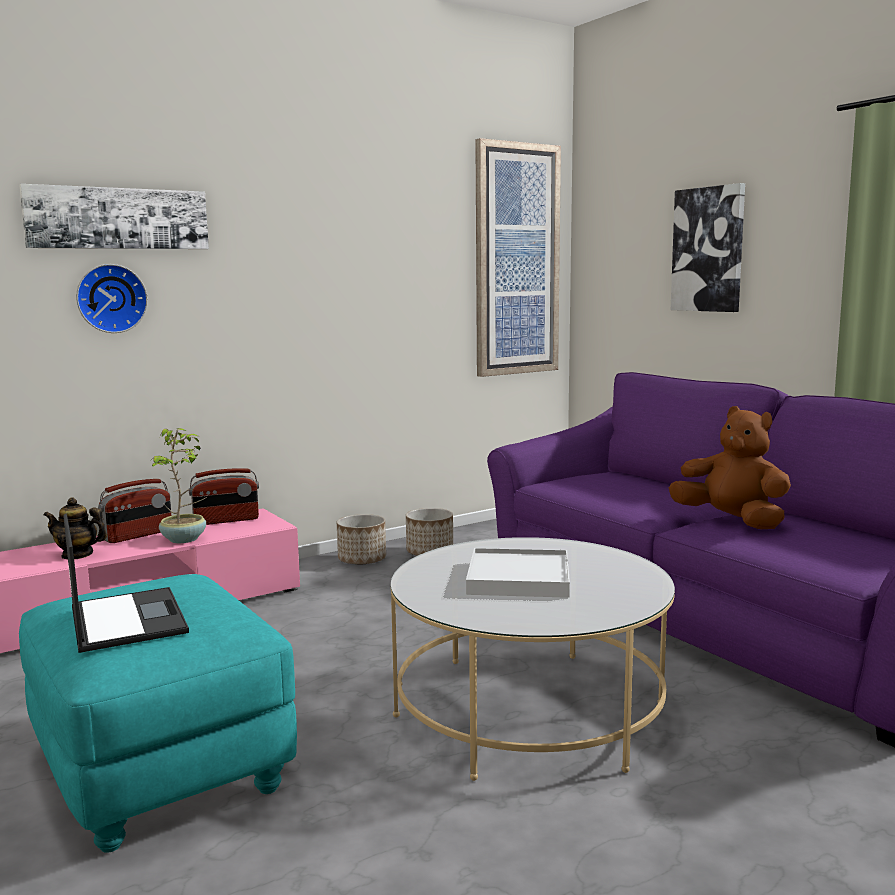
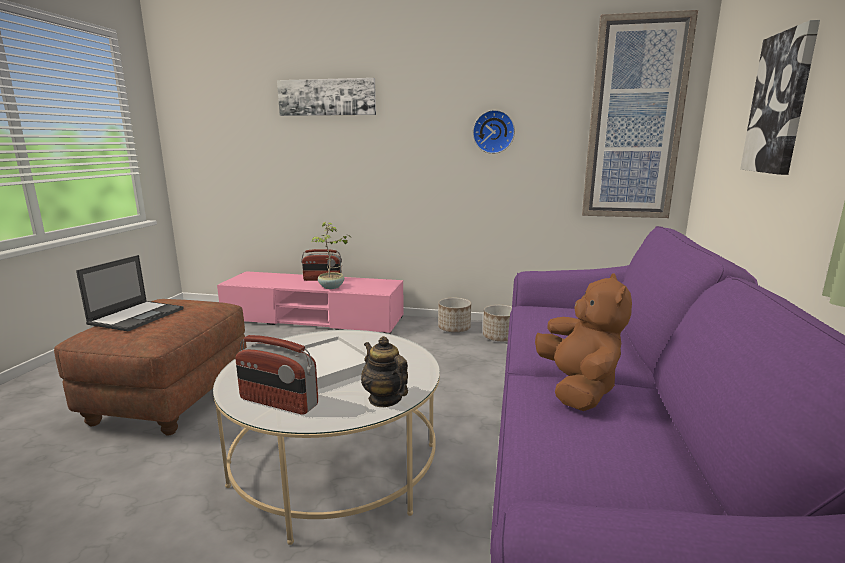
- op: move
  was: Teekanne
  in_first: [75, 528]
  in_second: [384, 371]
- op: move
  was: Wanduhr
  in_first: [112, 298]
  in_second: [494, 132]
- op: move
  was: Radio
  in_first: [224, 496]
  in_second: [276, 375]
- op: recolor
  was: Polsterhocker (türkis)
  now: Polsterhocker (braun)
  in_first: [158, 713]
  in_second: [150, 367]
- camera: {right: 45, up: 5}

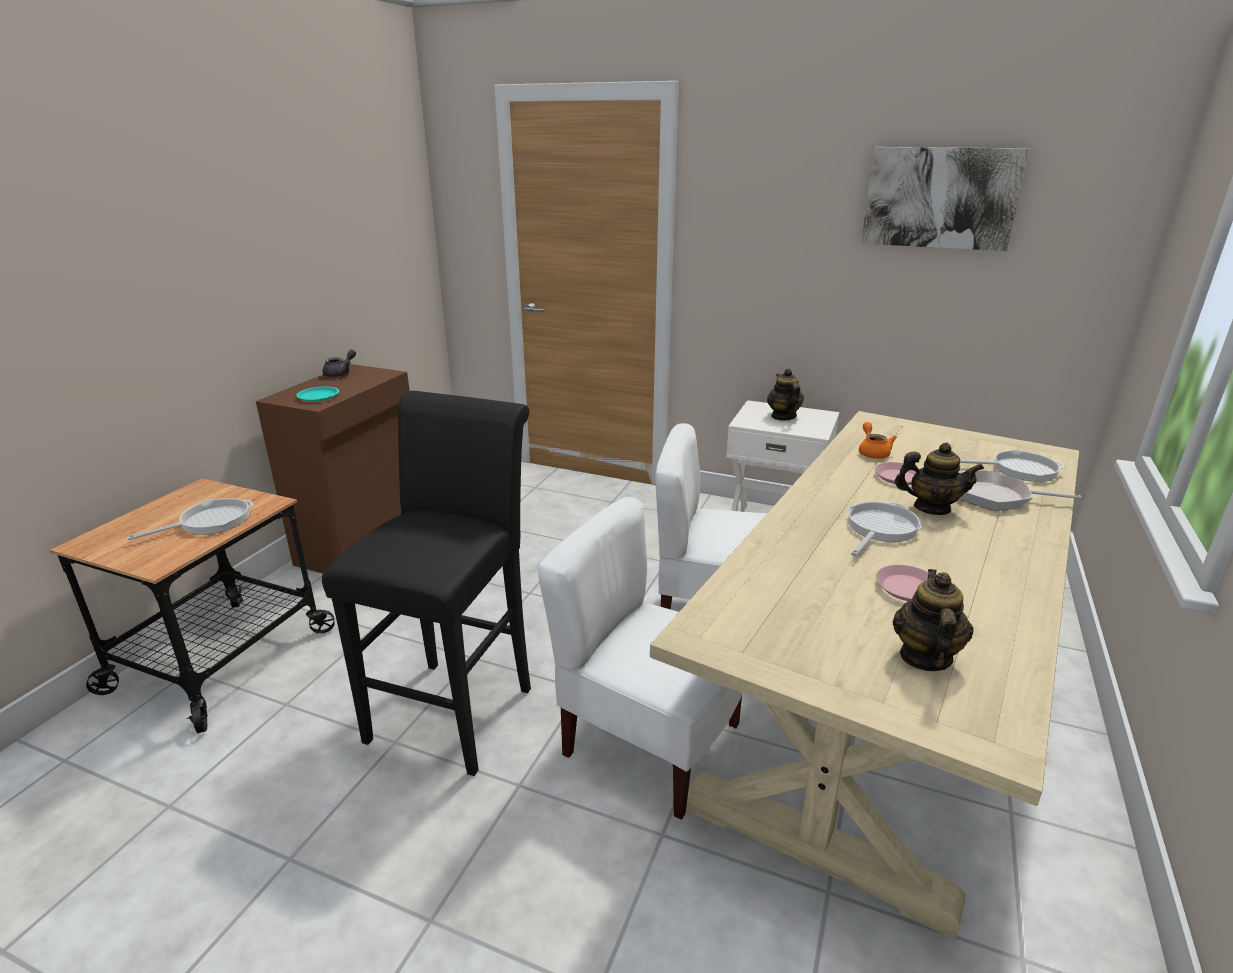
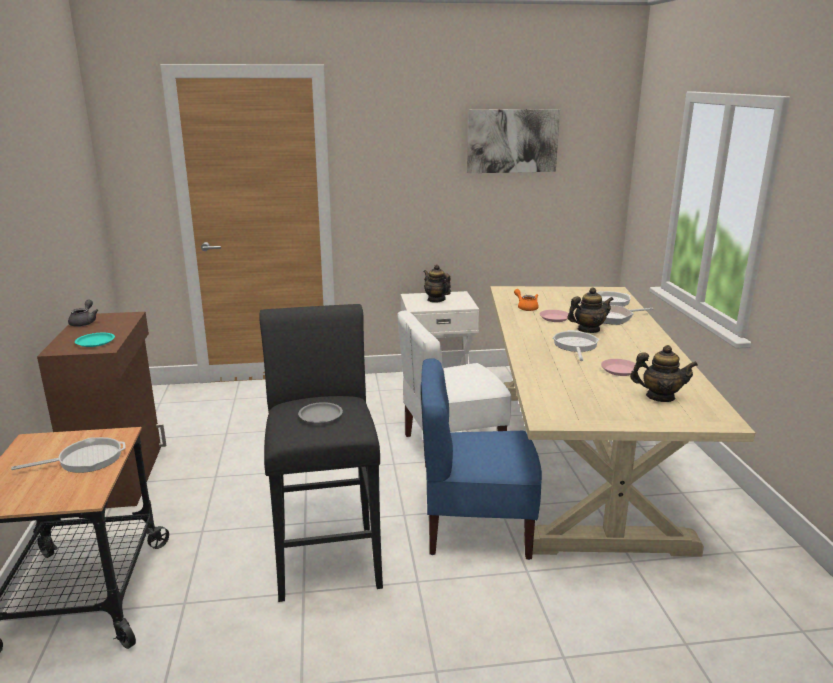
- op: insert
  now: Teller (grau)
  in_second: [320, 412]
- op: recolor
  was: Stuhl (weiß)
  now: Stuhl (blau)
  in_first: [639, 658]
  in_second: [481, 459]
- op: rotate
  was: Pfanne
  in_first: [190, 519]
  in_second: [68, 455]
  clockwise: 45
- op: rotate
  was: Teekanne
  in_first: [933, 620]
  in_second: [664, 373]
  clockwise: 120
- camera: {right: -30, up: -5}

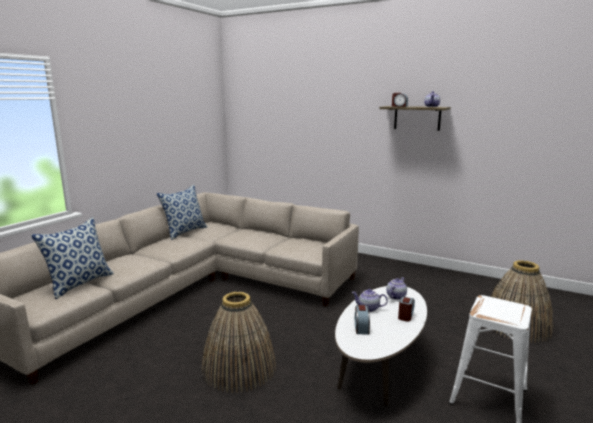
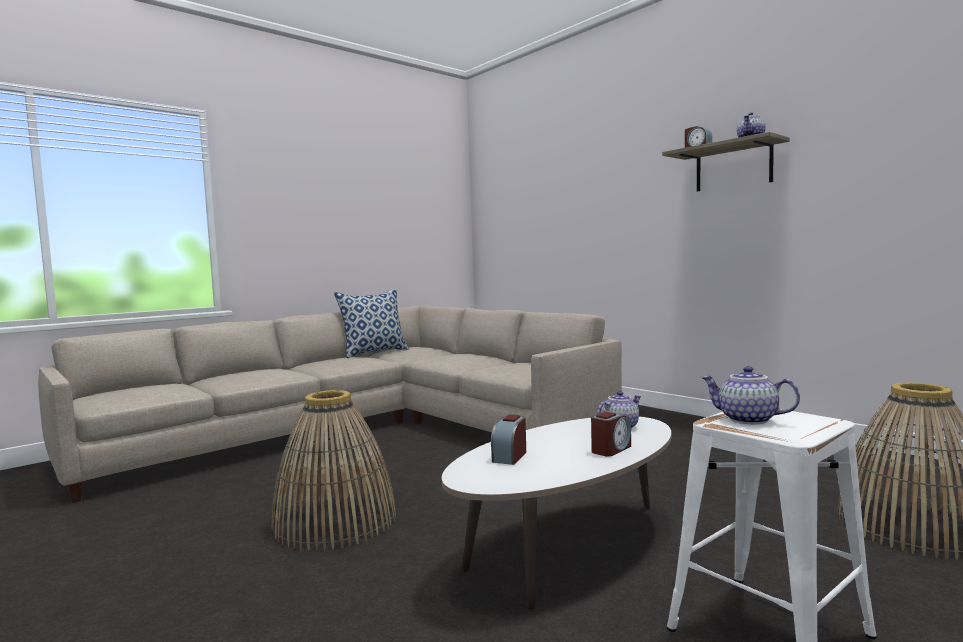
- op: delete
  was: Kissen
  in_first: [72, 258]
- op: move
  was: Teekanne
  in_first: [370, 300]
  in_second: [750, 395]
- camera: {right: 20, up: -10}

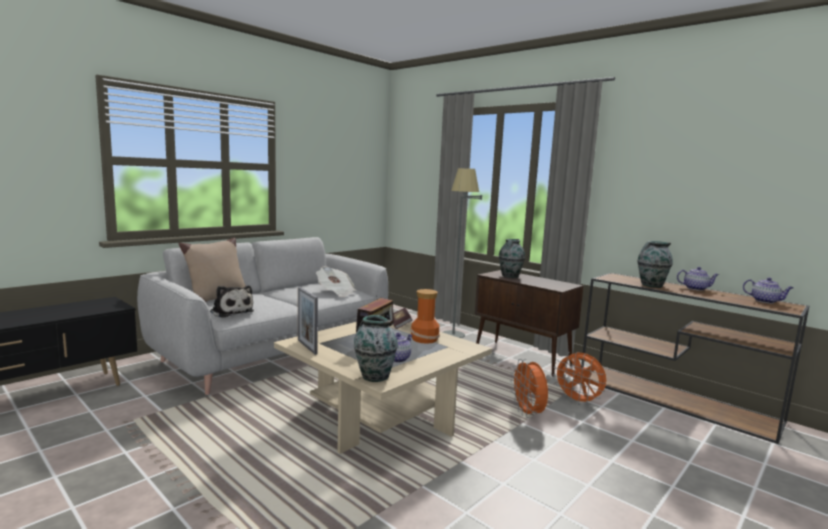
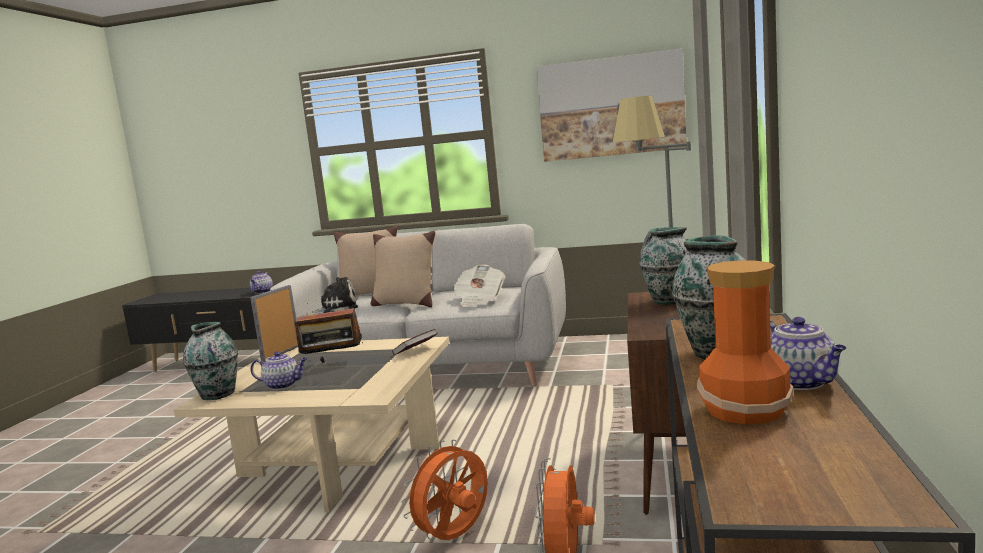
- op: insert
  now: Kissen (beige)
  in_second: [402, 269]
- op: insert
  now: Bild
  in_second: [611, 105]
- op: move
  was: Vase
  in_first: [425, 316]
  in_second: [745, 342]
- op: move
  was: Teekanne
  in_first: [768, 290]
  in_second: [261, 282]
- op: rotate
  was: Plüschtier
  in_first: [232, 301]
  in_second: [332, 295]
  clockwise: -120
- camera: {right: 60, up: 0}

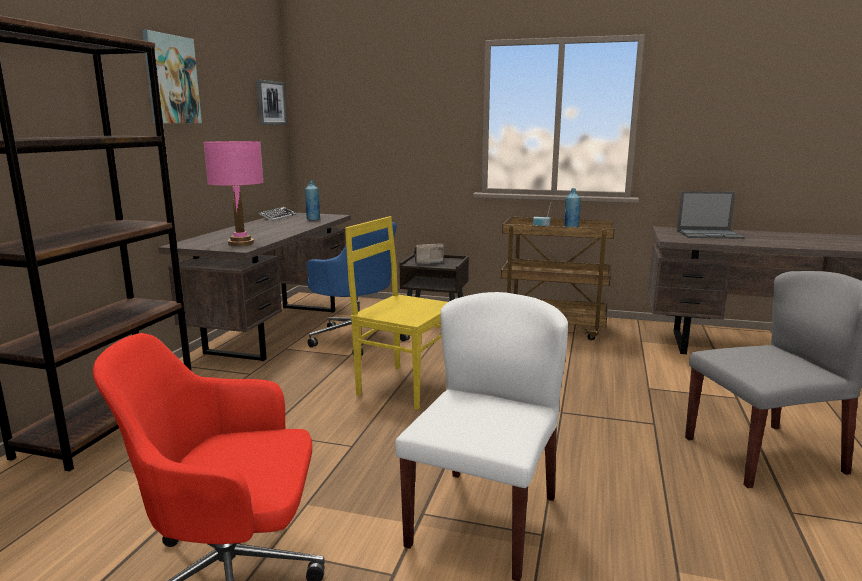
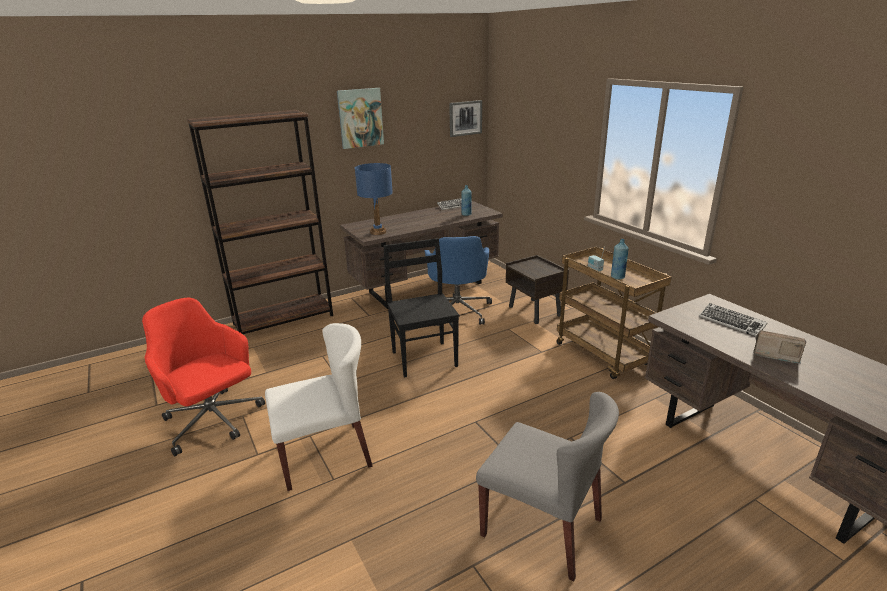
- op: move
  was: Radio
  in_first: [429, 254]
  in_second: [779, 347]
- op: replace
  was: Laptop
  now: Tastatur
  in_first: [711, 215]
  in_second: [733, 320]
- op: recolor
  was: Tischlampe (rosa)
  now: Tischlampe (blau)
  in_first: [233, 193]
  in_second: [374, 199]
- op: recolor
  was: Stuhl (gelb)
  now: Stuhl (schwarz)
  in_first: [396, 313]
  in_second: [421, 308]
- camera: {right: 45, up: 10}

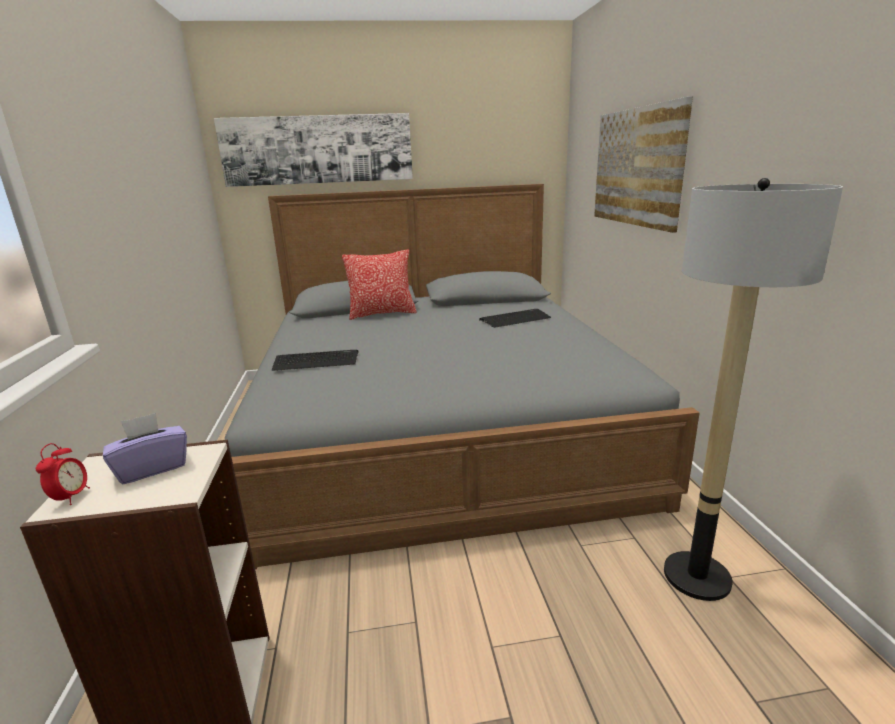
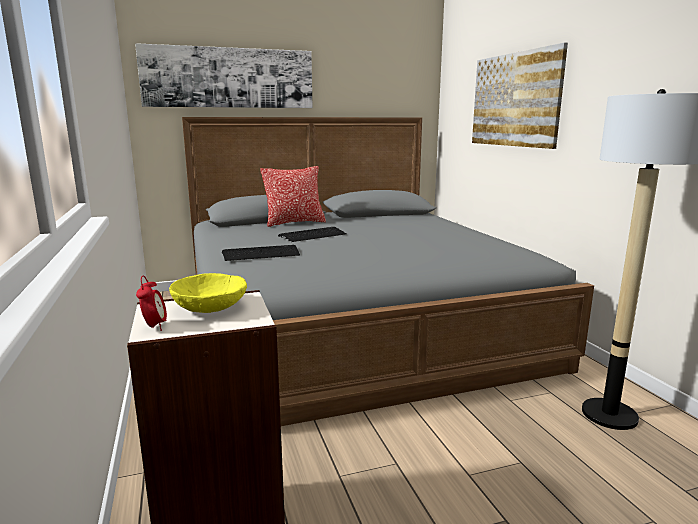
- op: move
  was: Tastatur
  in_first: [515, 318]
  in_second: [312, 234]
- op: replace
  was: Taschentuchbox (lila)
  now: Schüssel (gelb)
  in_first: [145, 448]
  in_second: [208, 293]
- camera: {right: -10, up: -5}

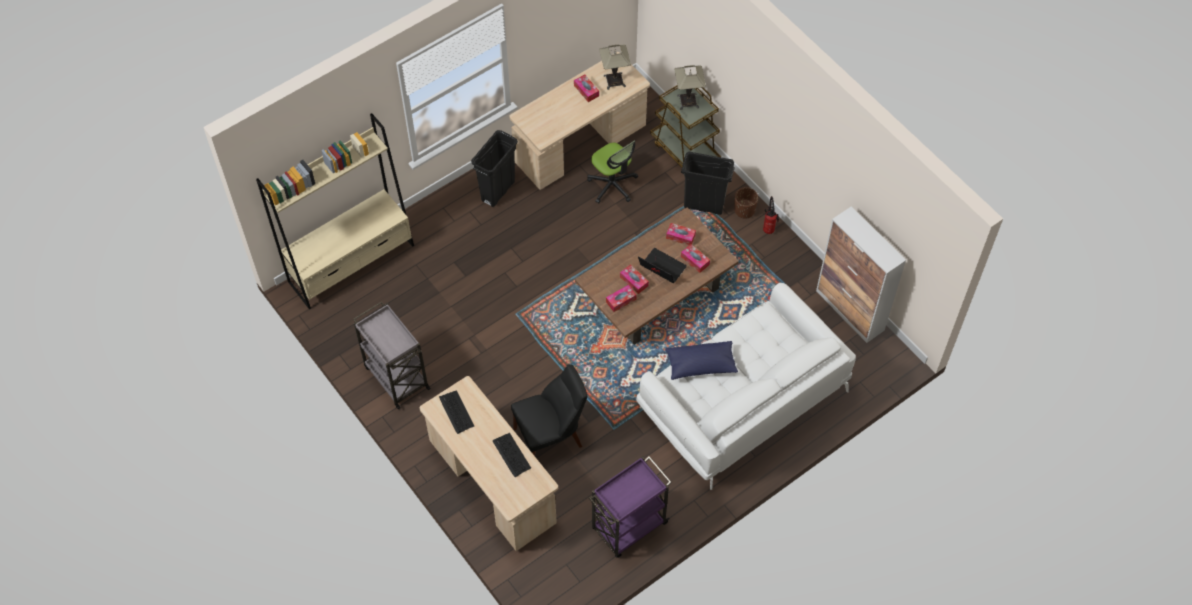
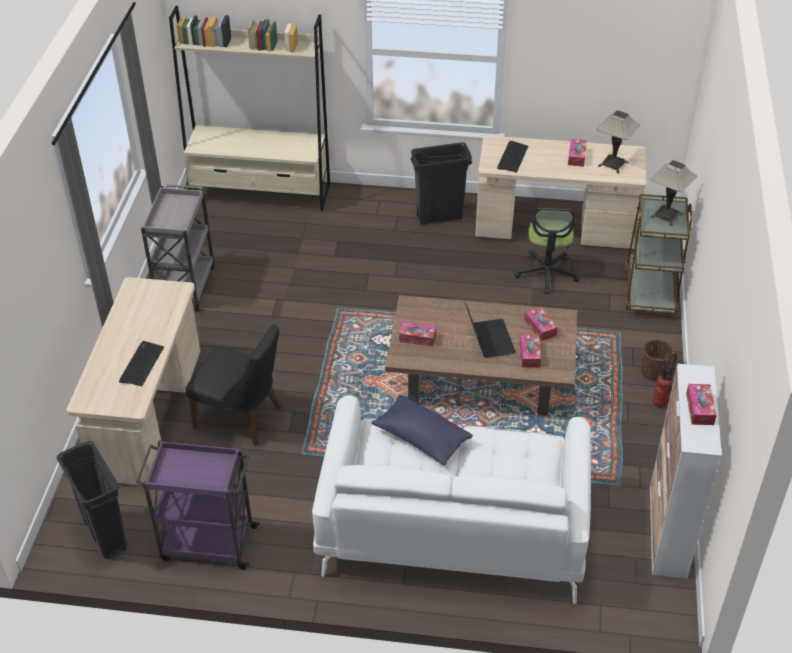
- op: move
  was: Tastatur
  in_first: [456, 412]
  in_second: [512, 157]
- op: move
  was: Taschentuchbox
  in_first: [634, 279]
  in_second: [701, 404]
- op: move
  was: Mülleimer (schwarz)
  in_first: [708, 183]
  in_second: [91, 500]
- camera: {right: 45, up: -15}

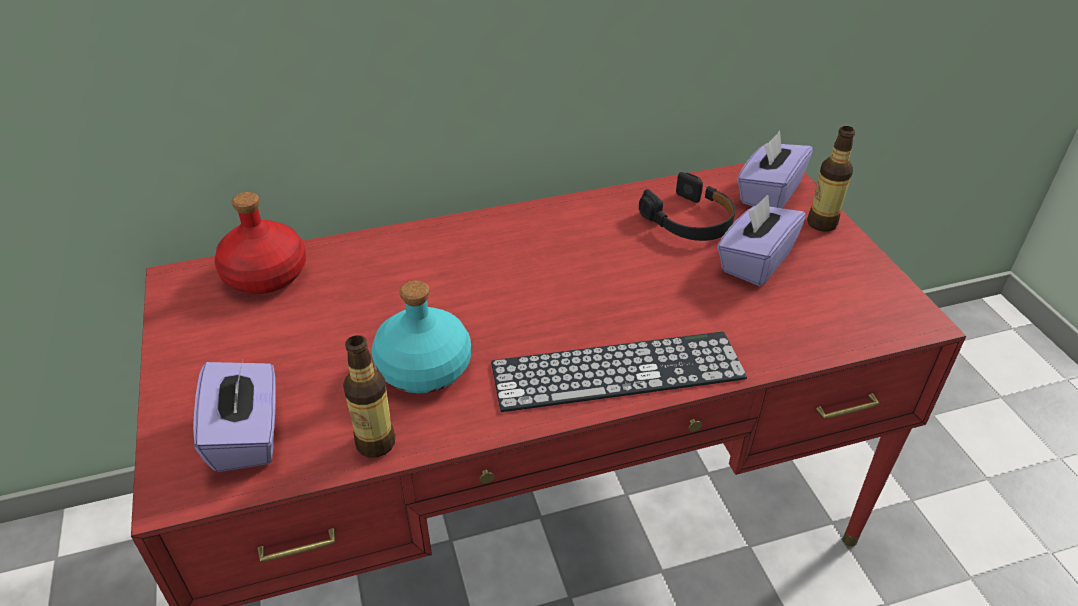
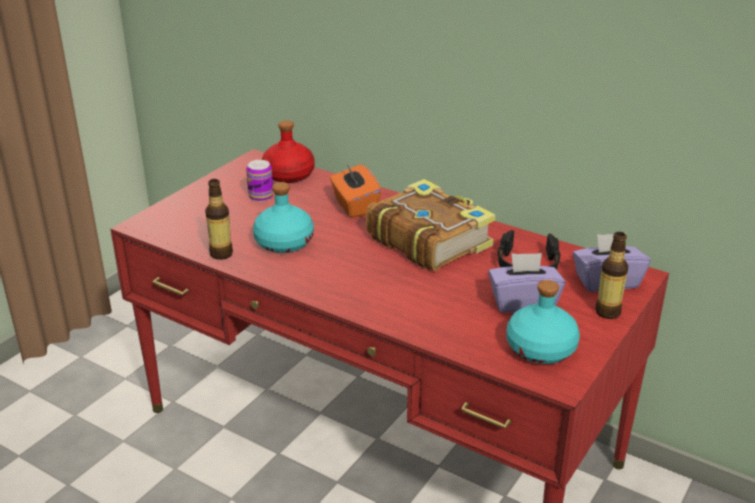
- op: delete
  was: Taschentuchbox (lila)
  in_first: [234, 416]
- op: delete
  was: Tastatur
  in_first: [619, 372]
- op: insert
  now: Dose
  in_second: [259, 181]
- op: insert
  now: Taschentuchbox (orange)
  in_second: [356, 191]
- op: insert
  now: Buch
  in_second: [431, 225]
- op: insert
  now: Flasche (türkis)
  in_second: [543, 322]
- camera: {right: 50, up: -10}

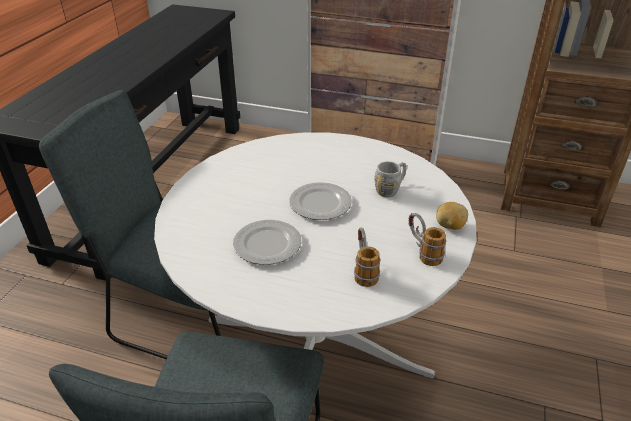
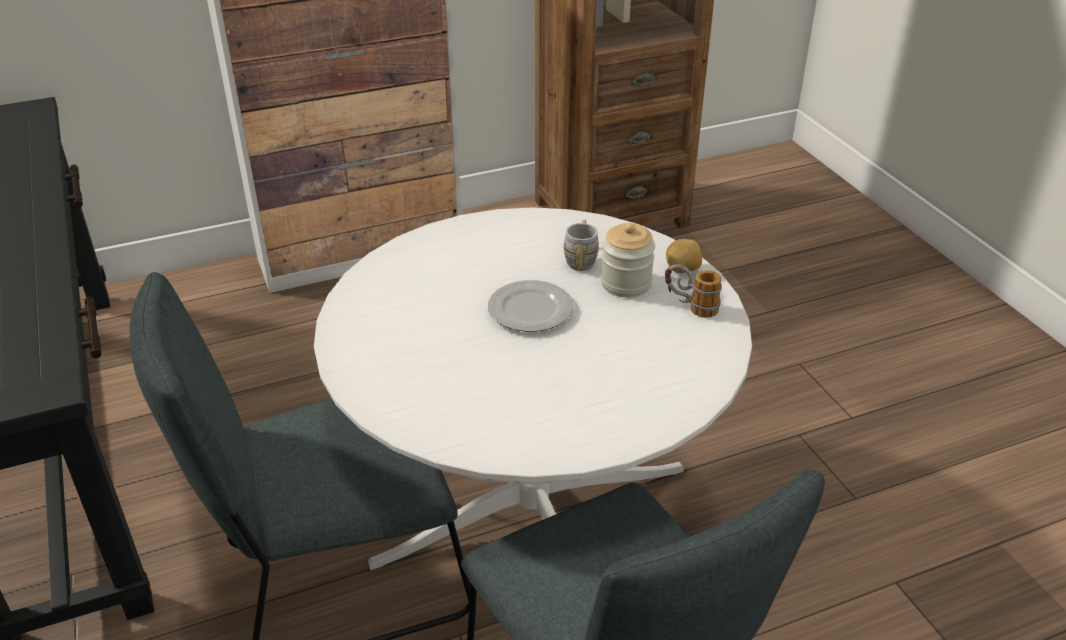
- op: delete
  was: Teller
  in_first: [267, 242]
- op: delete
  was: Henkelbecher
  in_first: [367, 257]
- op: insert
  now: Vorratsglas
  in_second: [628, 260]
- camera: {right: -40, up: 0}

